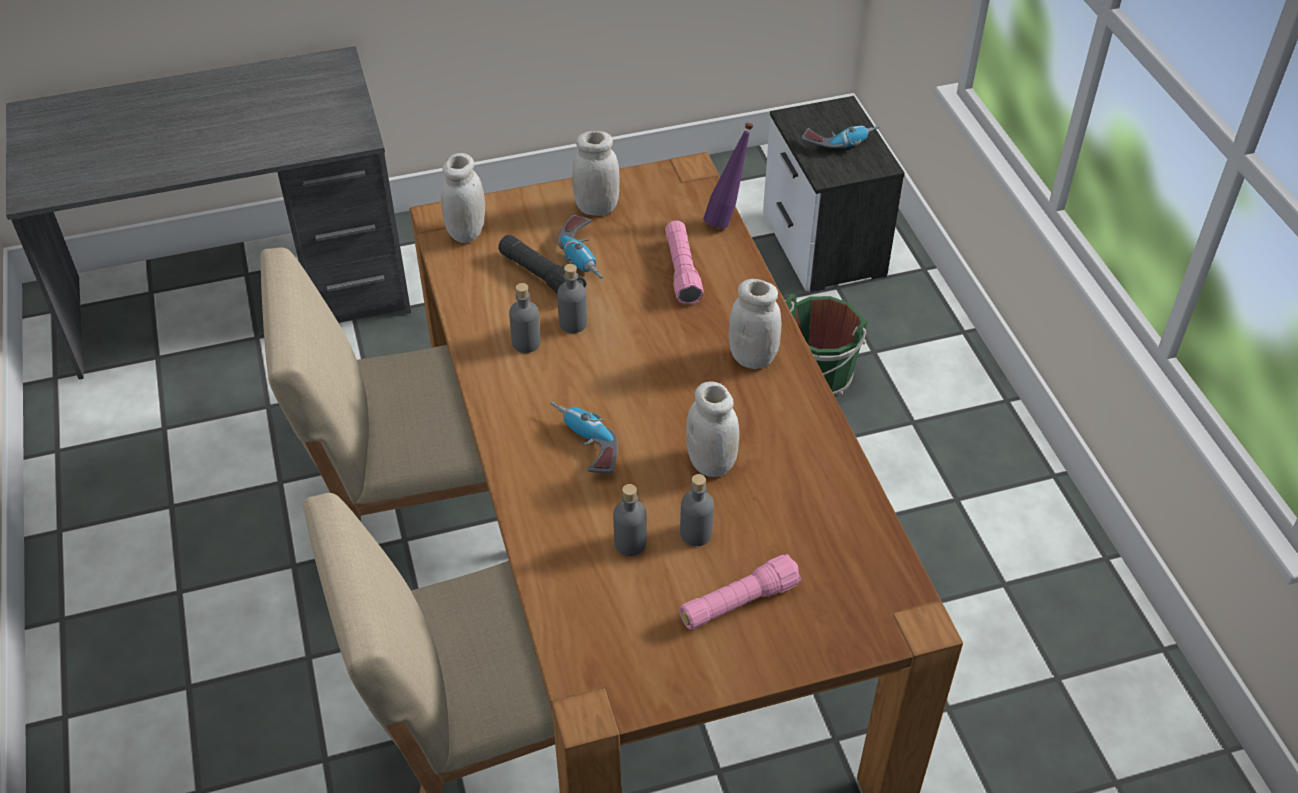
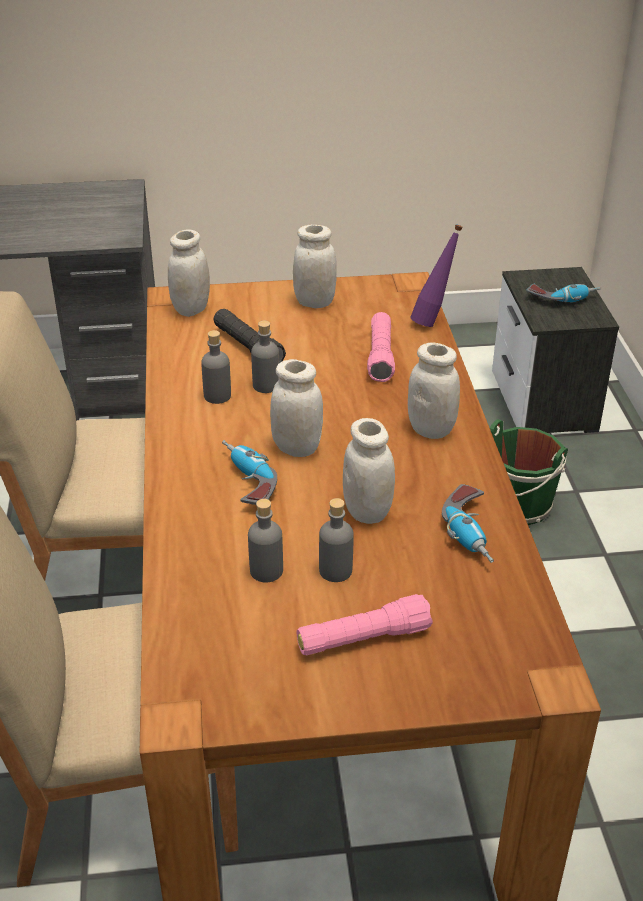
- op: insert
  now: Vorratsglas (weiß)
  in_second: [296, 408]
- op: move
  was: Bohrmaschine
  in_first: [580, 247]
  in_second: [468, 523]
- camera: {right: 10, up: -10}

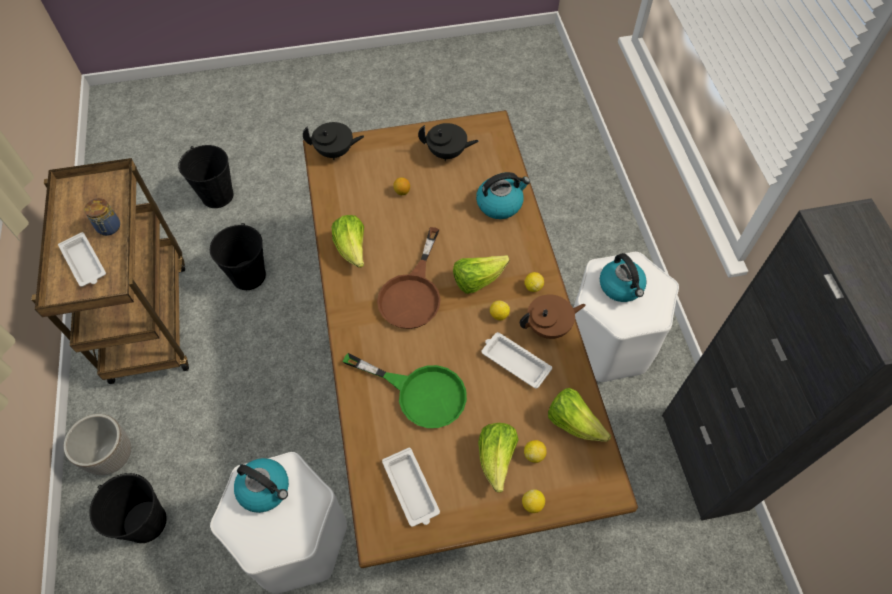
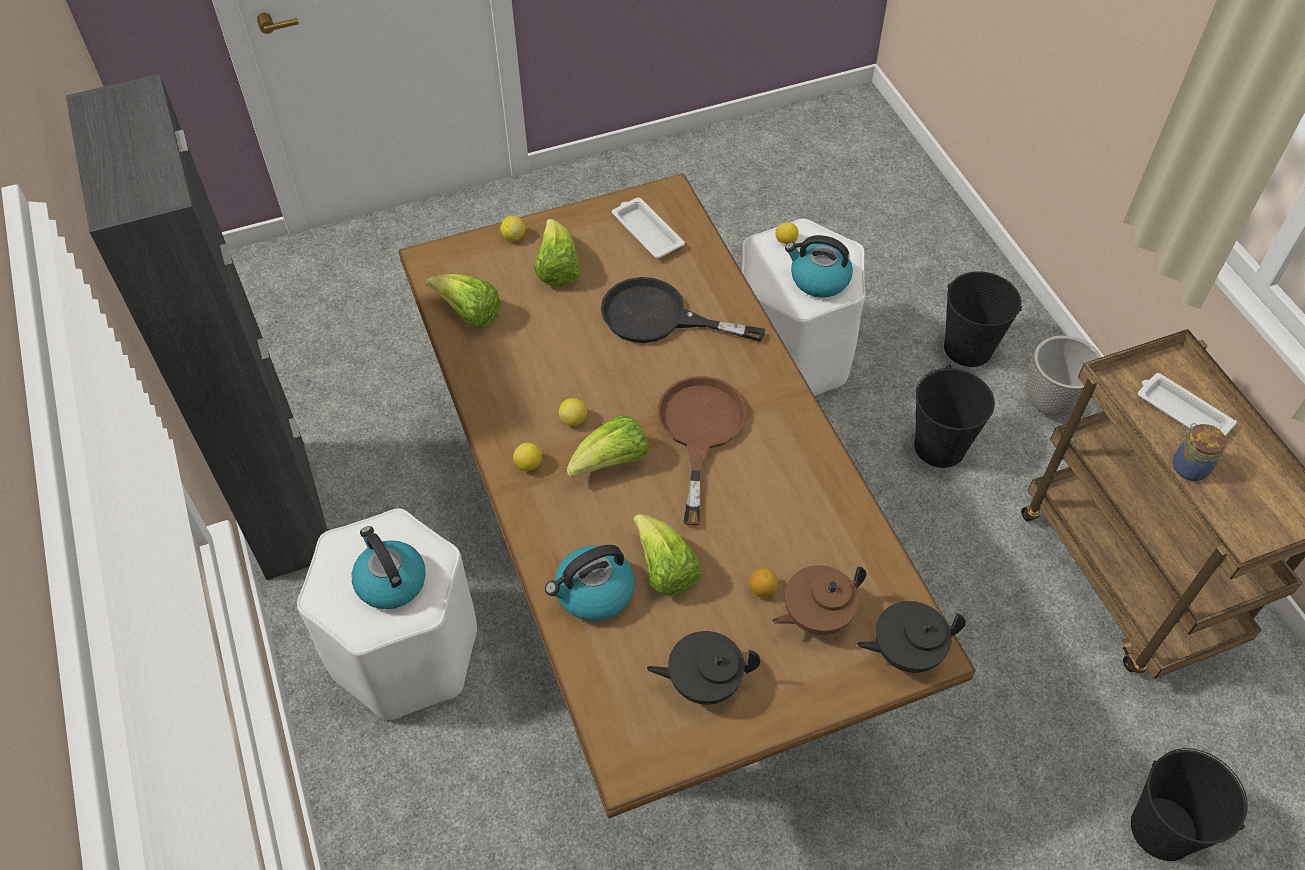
- op: delete
  was: Tablett (weiß)
  in_first: [517, 360]
- op: move
  was: Eimer (schwarz)
  in_first: [238, 256]
  in_second: [954, 416]
- op: move
  was: Salatkopf
  in_first: [347, 241]
  in_second: [667, 555]
- op: move
  was: Teekanne (braun)
  in_first: [553, 316]
  in_second: [819, 600]
- op: move
  was: Zitrone
  in_first: [535, 451]
  in_second: [787, 233]
- op: recolor
  was: Pfanne (grün)
  now: Pfanne (schwarz)
  in_first: [405, 390]
  in_second: [683, 310]
- camera: {right: 170, up: -5}

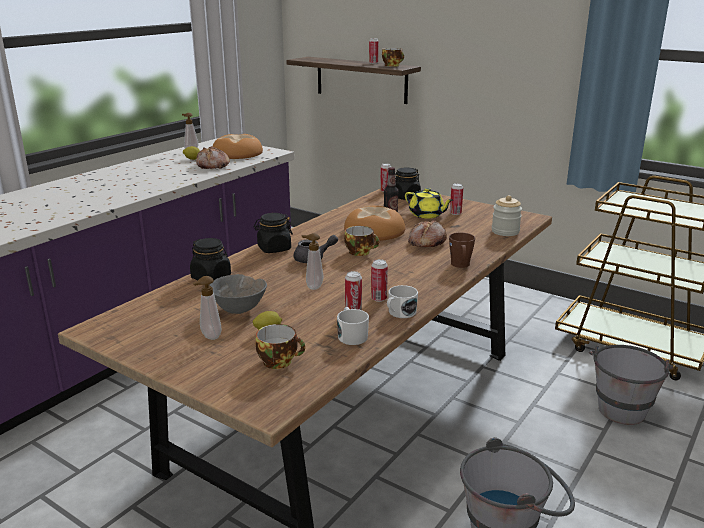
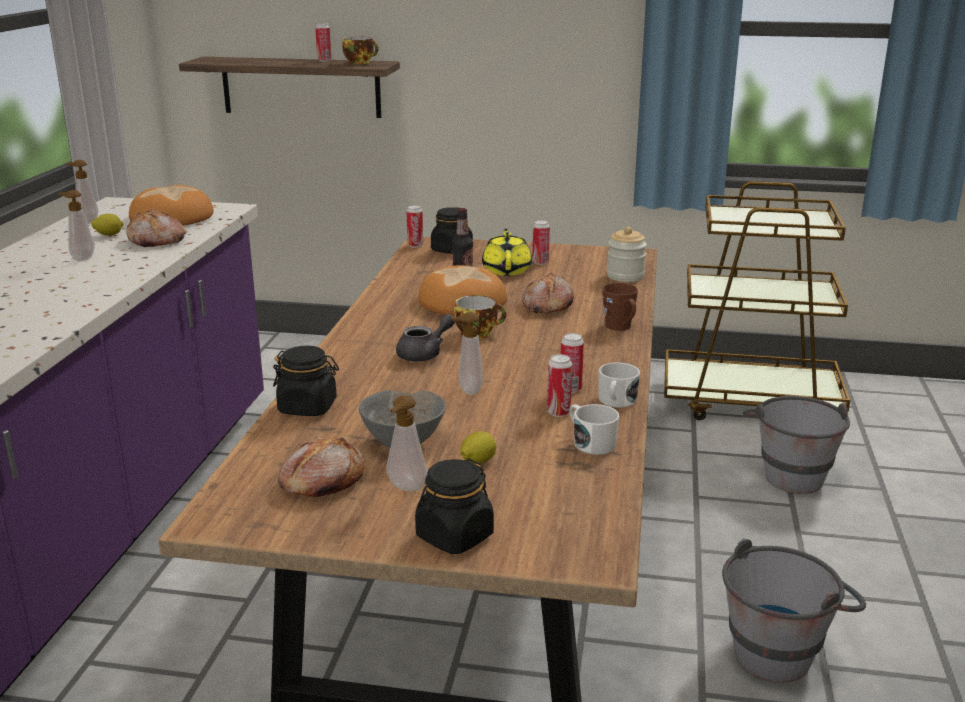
- op: delete
  was: Tasse
  in_first: [280, 346]
- op: insert
  now: Seifenspender
  in_second: [76, 225]
- op: insert
  now: Brot
  in_second: [321, 467]
- op: move
  was: Vorratsglas (schwarz)
  in_first: [273, 233]
  in_second: [454, 506]
- op: rotate
  was: Teekanne (gelb)
  in_first: [429, 203]
  in_second: [507, 252]
  clockwise: -105
- camera: {right: -25, up: 0}

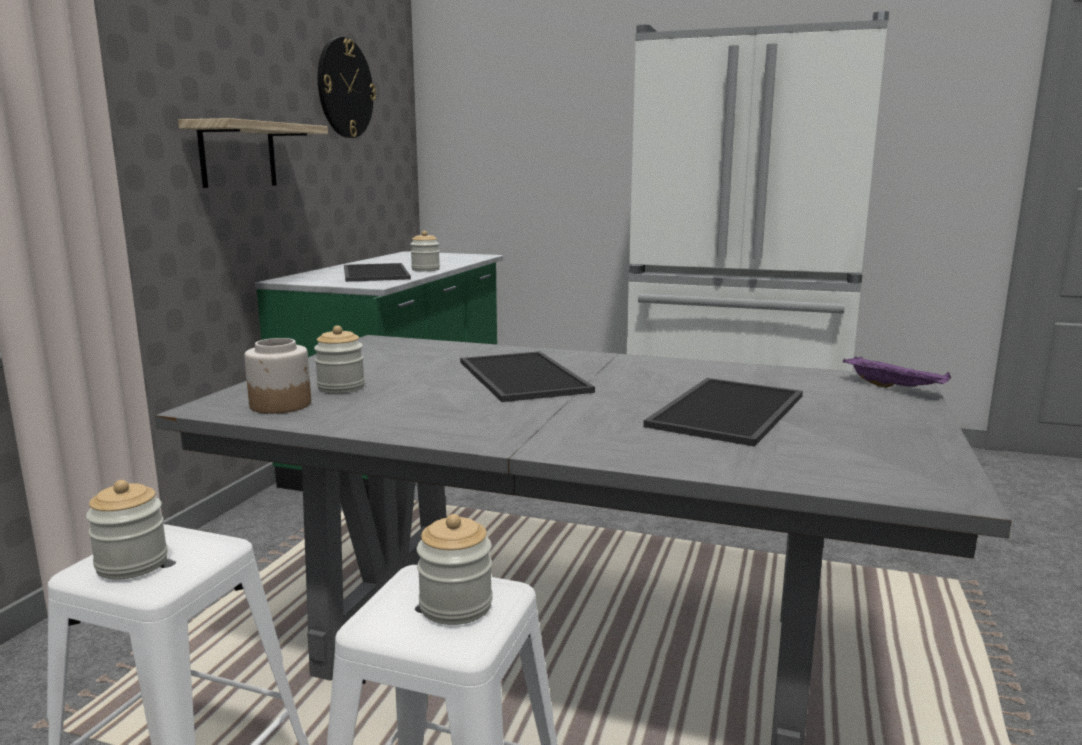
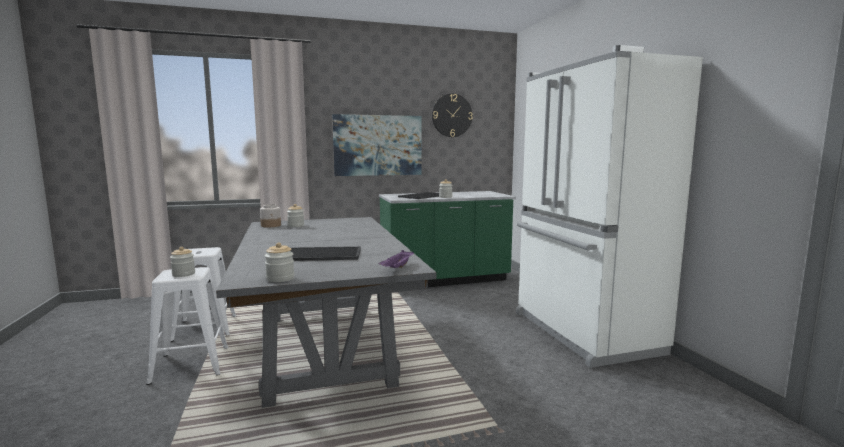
- op: delete
  was: Tablett
  in_first: [527, 376]
- op: move
  was: Vorratsglas
  in_first: [127, 530]
  in_second: [280, 262]
- op: replace
  was: Wandregal
  now: Bild
  in_first: [253, 153]
  in_second: [376, 145]
- camera: {right: 55, up: -5}

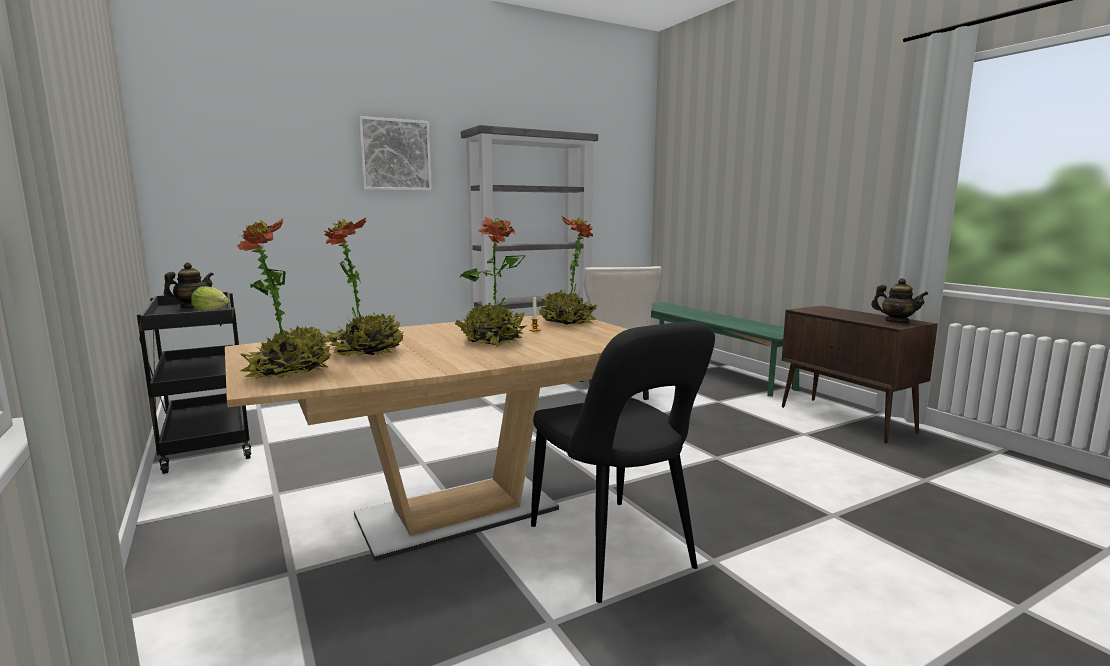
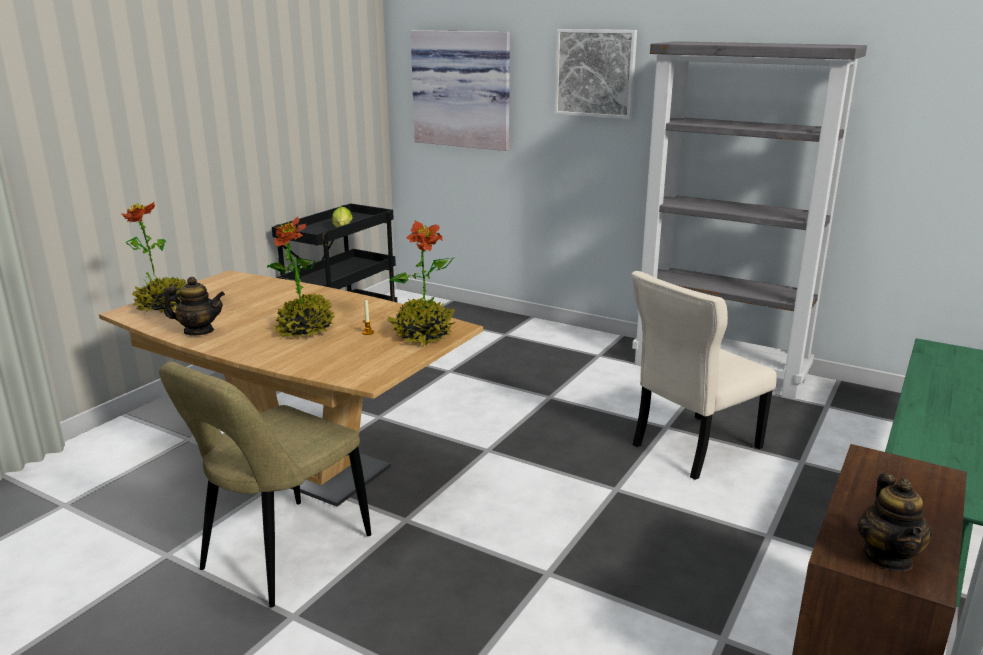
- op: delete
  was: Topfpflanze
  in_first: [363, 287]
- op: insert
  now: Bild
  in_second: [460, 90]
- op: move
  was: Teekanne
  in_first: [189, 285]
  in_second: [194, 306]
- op: recolor
  was: Stuhl (schwarz)
  now: Stuhl (beige)
  in_first: [623, 462]
  in_second: [265, 484]
- camera: {right: 60, up: 10}

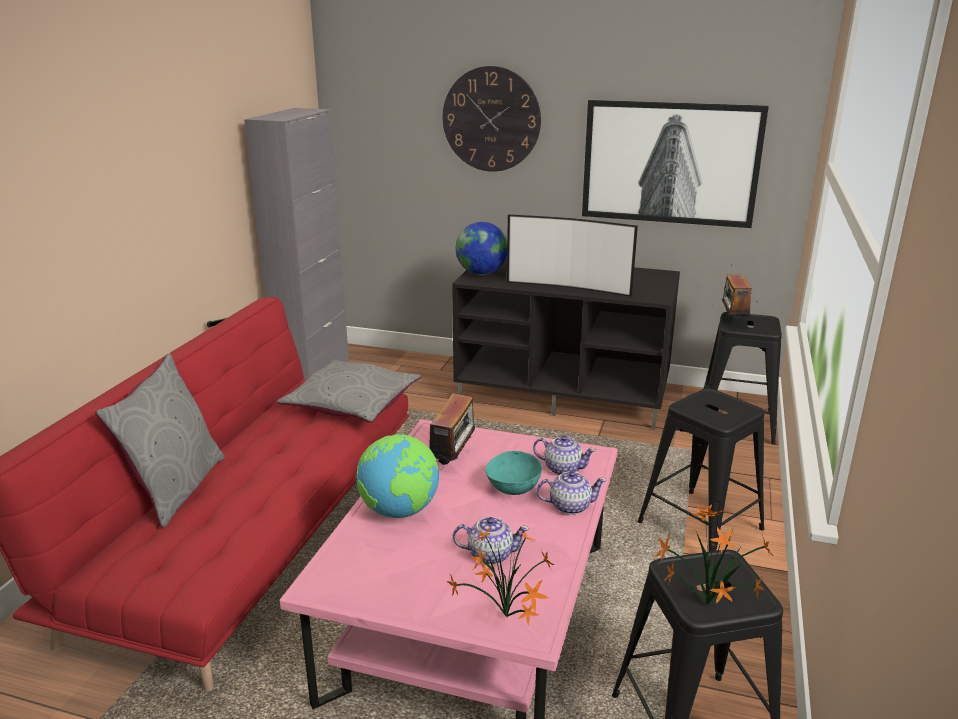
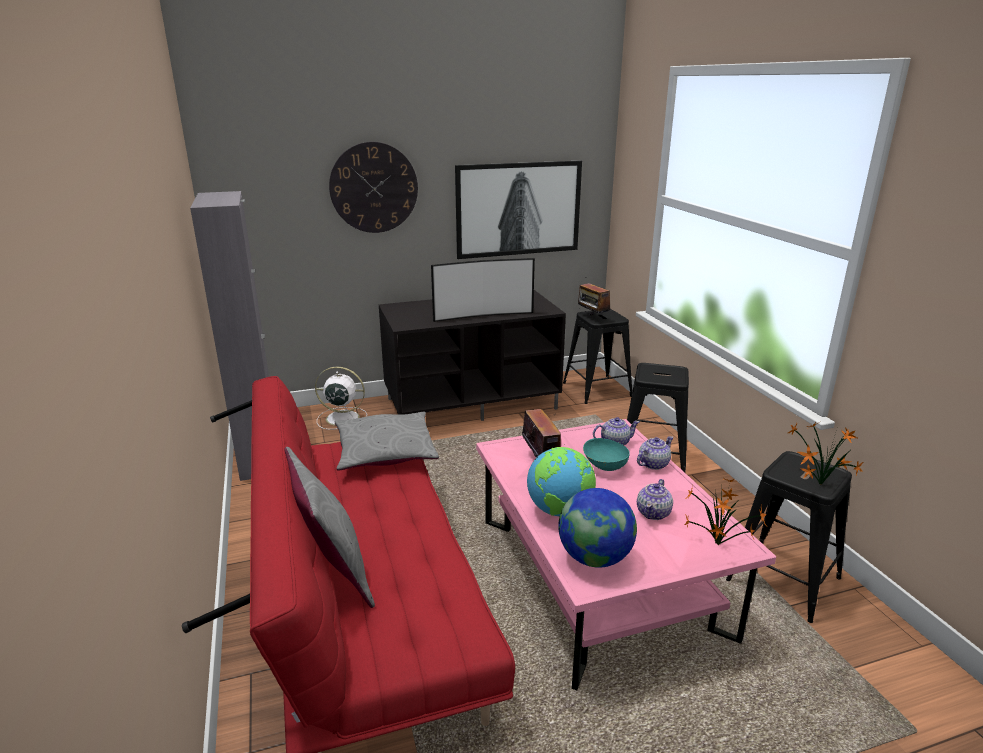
- op: insert
  now: Ventilator (weiß)
  in_second: [341, 398]
- op: move
  was: Globus
  in_first: [481, 248]
  in_second: [597, 528]
- op: rotate
  was: Teekanne
  in_first: [491, 541]
  in_second: [655, 499]
  clockwise: 150
- camera: {right: -35, up: 0}

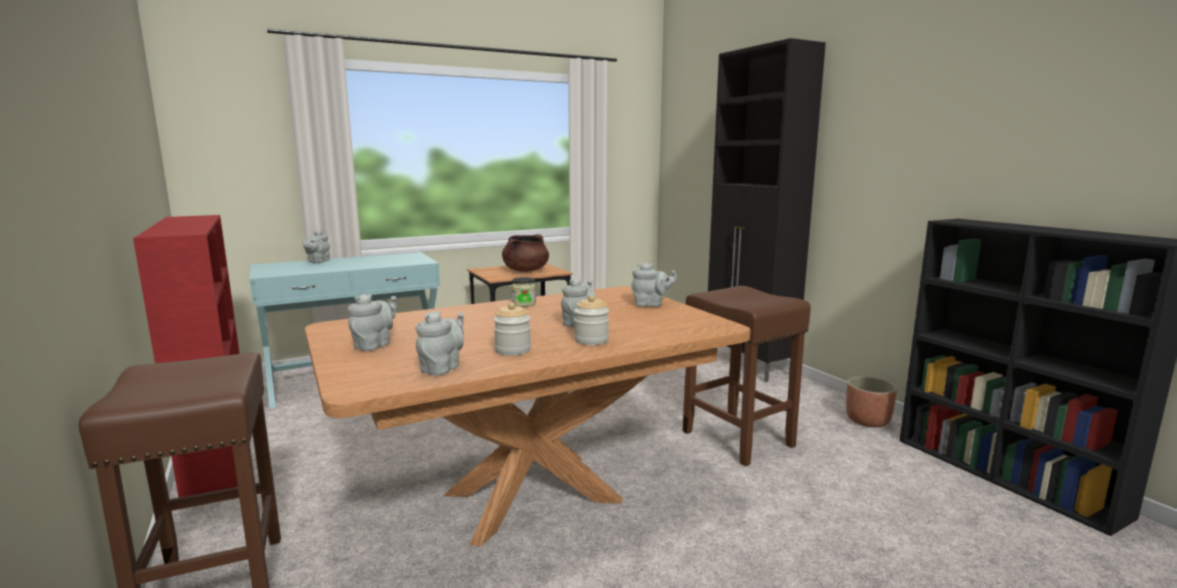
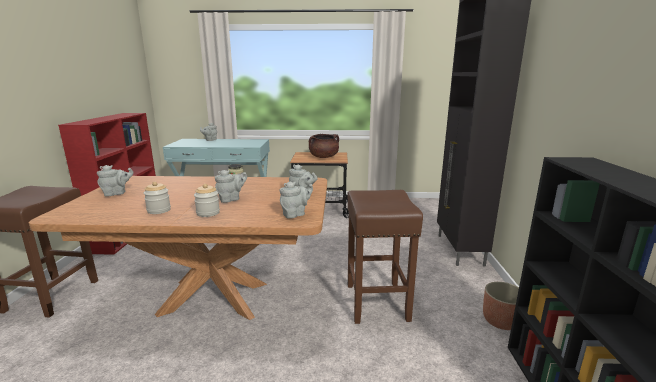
- op: move
  was: Teekanne (grau)
  in_first: [439, 343]
  in_second: [296, 200]
- camera: {right: 30, up: 5}

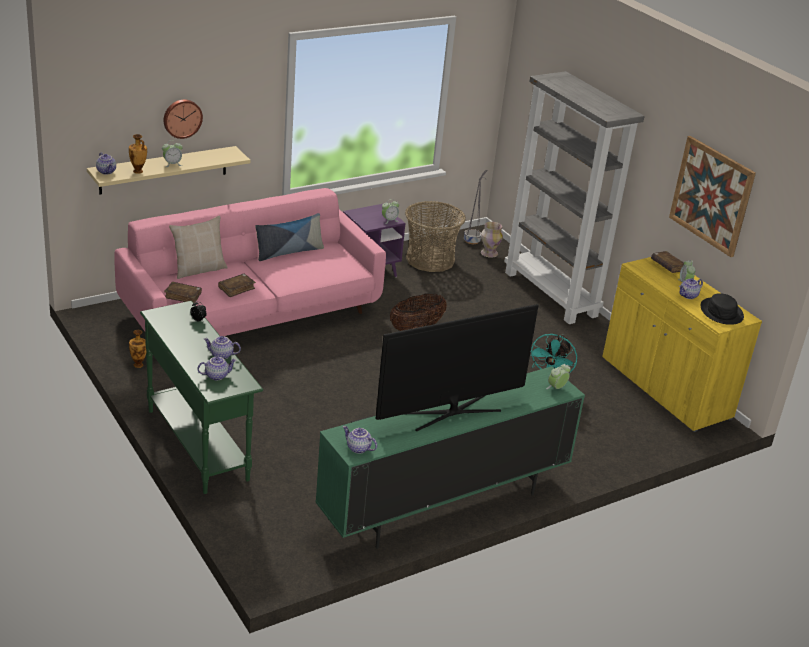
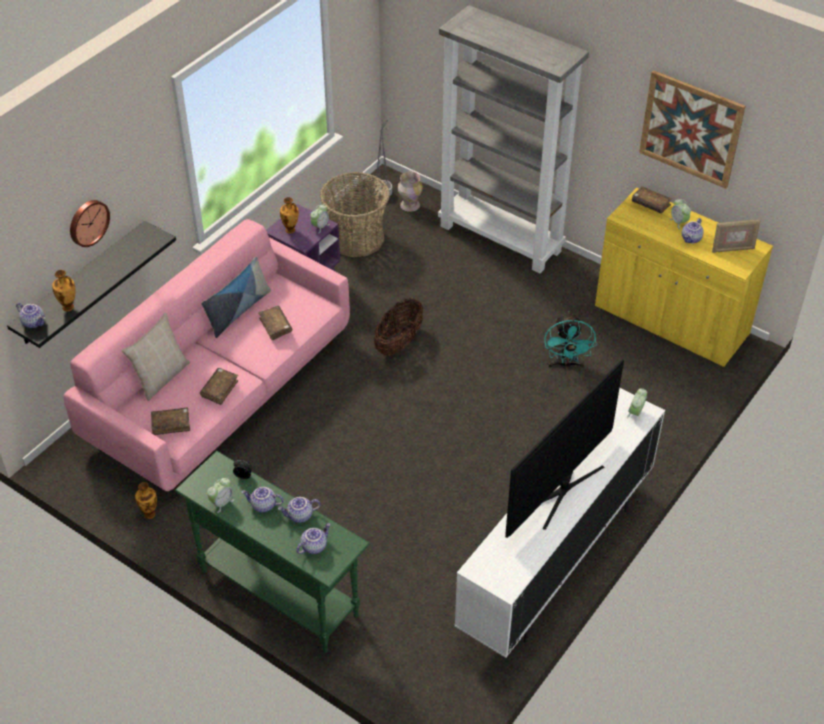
- op: insert
  now: Buch (braun)
  in_second: [275, 323]
- op: insert
  now: Vase
  in_second: [289, 215]
- op: move
  was: Wecker
  in_first: [172, 153]
  in_second: [220, 495]
- op: move
  was: Teekanne
  in_first: [360, 440]
  in_second: [262, 499]
- op: replace
  was: Hut (schwarz)
  now: Bilderrahmen
  in_first: [722, 309]
  in_second: [736, 236]
- op: recolor
  was: Wandregal (beige)
  now: Wandregal (schwarz)
  in_first: [168, 170]
  in_second: [91, 284]
- op: recolor
  was: Fernsehschrank (grün)
  now: Fernsehschrank (weiß)
  in_first: [450, 457]
  in_second: [560, 523]
- camera: {right: -20, up: 15}

